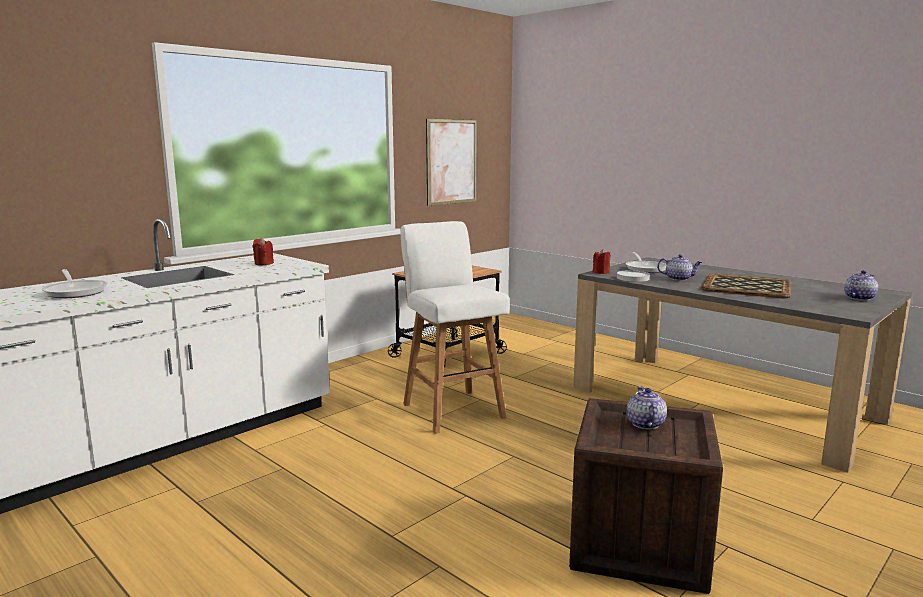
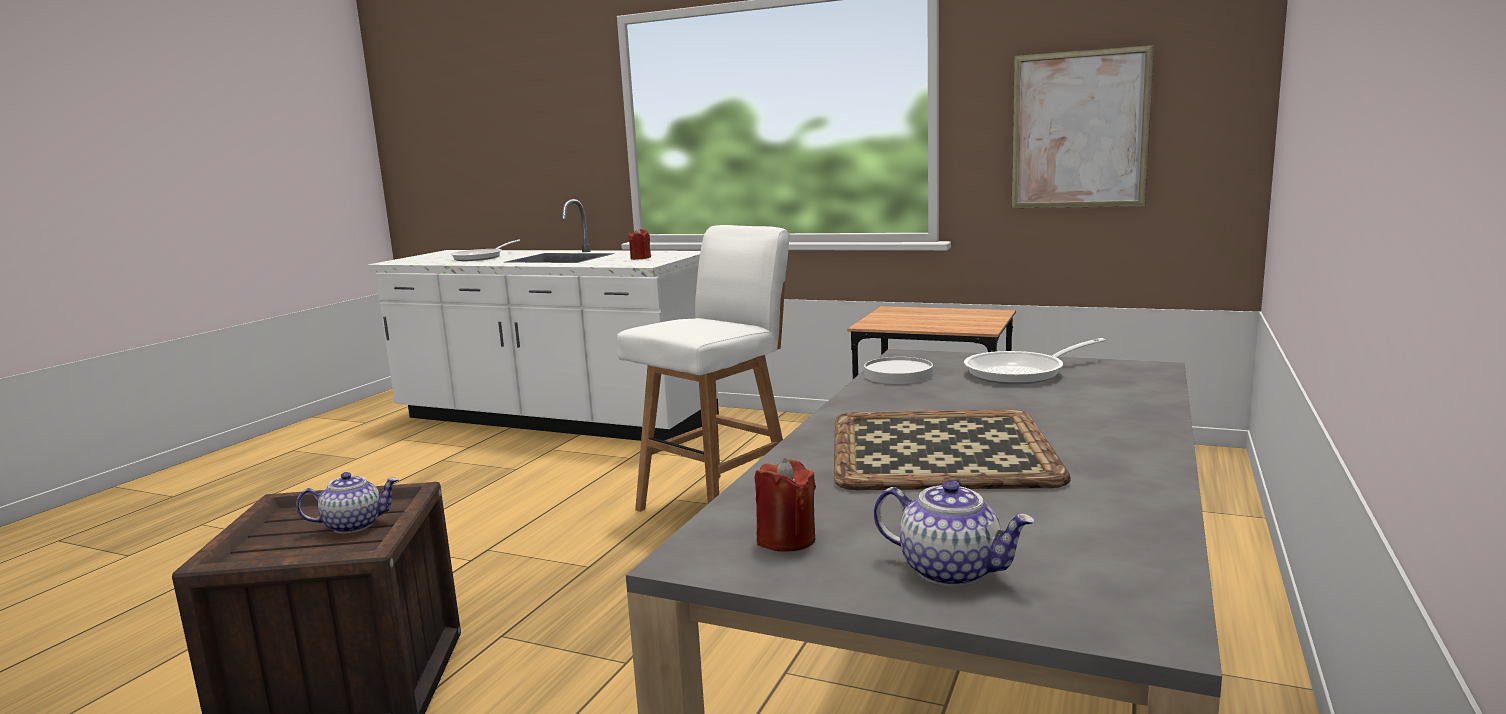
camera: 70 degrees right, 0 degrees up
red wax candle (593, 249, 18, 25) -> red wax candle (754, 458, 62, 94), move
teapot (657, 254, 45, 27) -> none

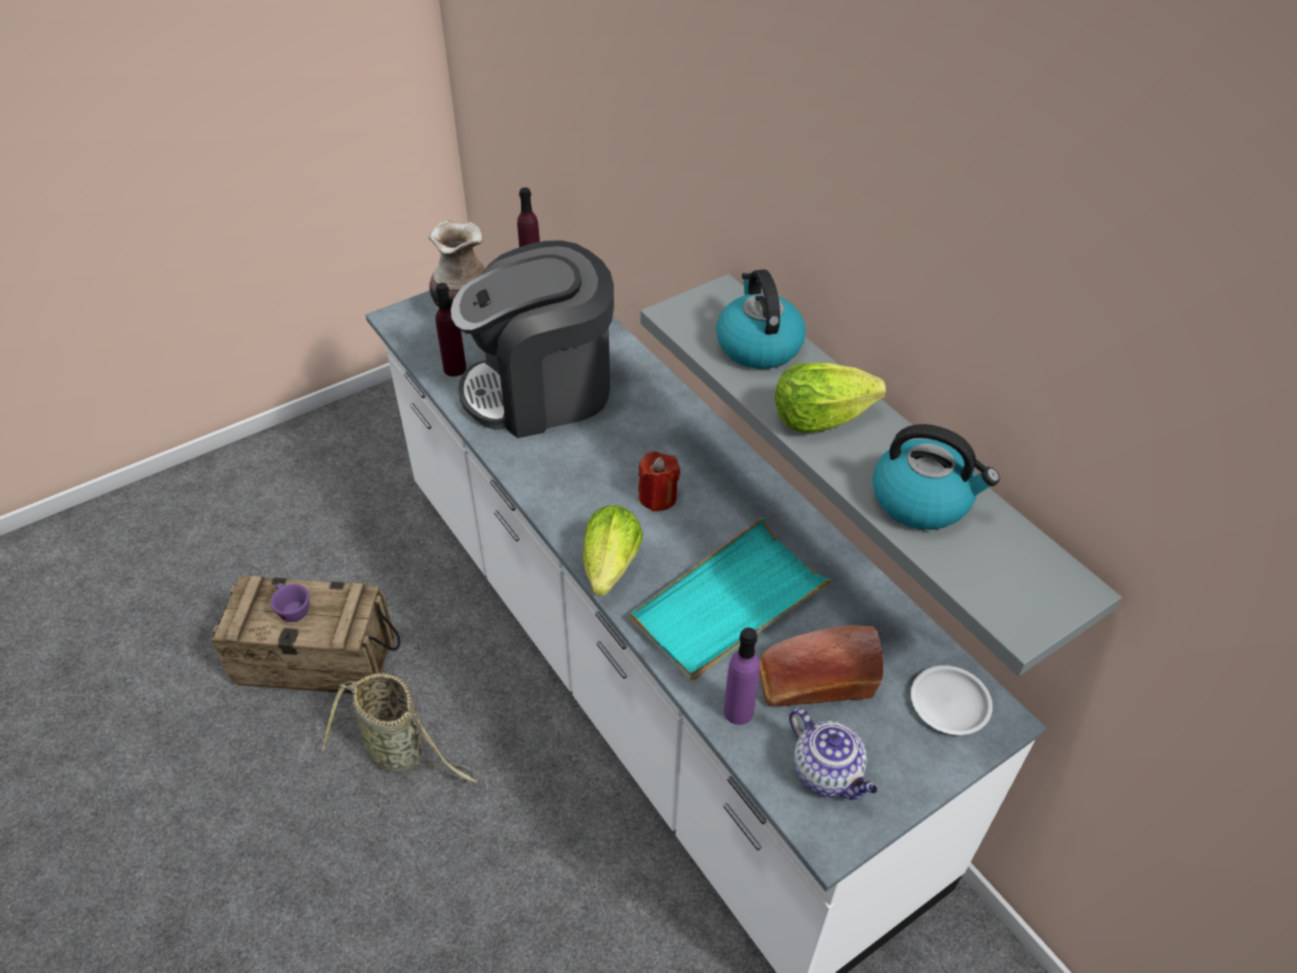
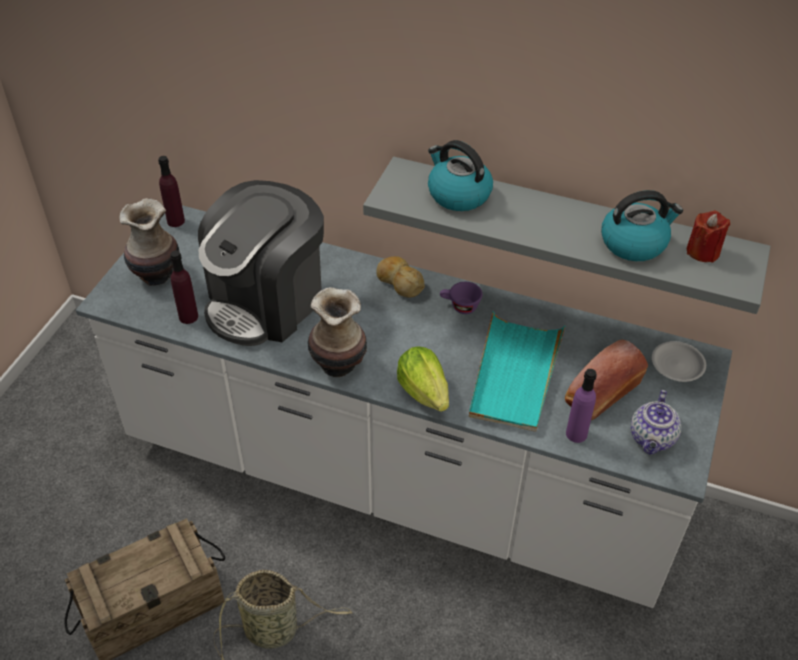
camera: 35 degrees left, 0 degrees up
purplish cup (271, 583, 38, 39) -> purplish cup (440, 282, 42, 32), move
red wax candle (638, 451, 42, 60) -> red wax candle (687, 210, 43, 53), move
lettuce (775, 363, 111, 70) -> none
teapot (789, 708, 89, 92) -> teapot (631, 390, 51, 65), 90 degrees clockwise
none -> flower vase (308, 287, 59, 90)
none -> bakery bread (376, 256, 49, 42)

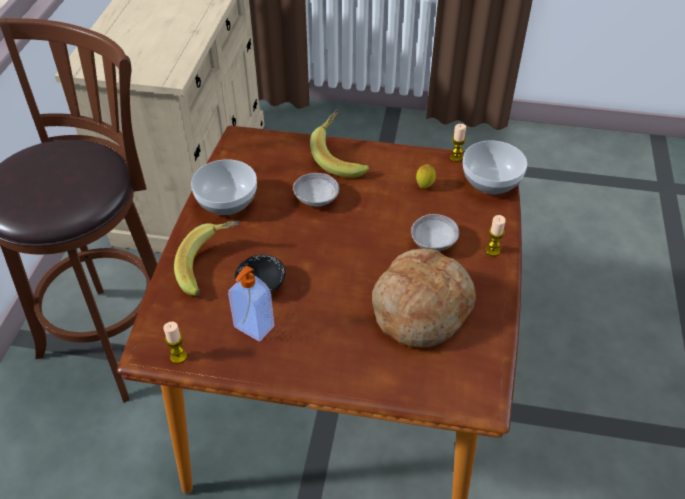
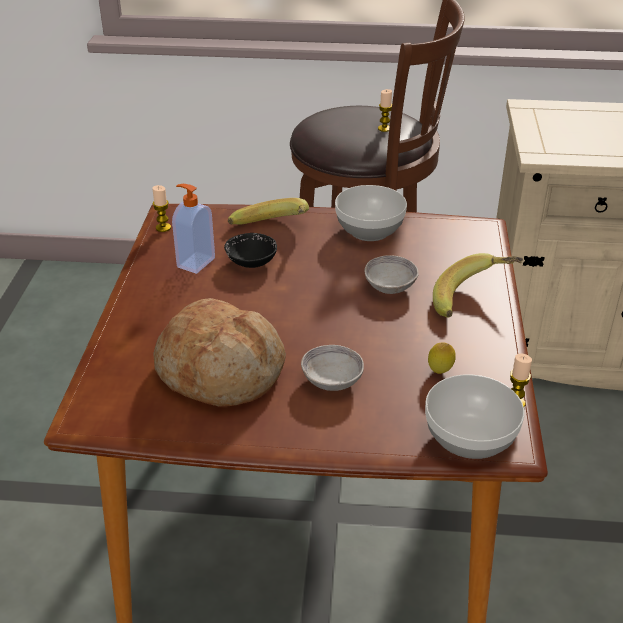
camera: 85 degrees right, 10 degrees down
wax candle (485, 215, 21, 41) -> wax candle (378, 89, 14, 43), move

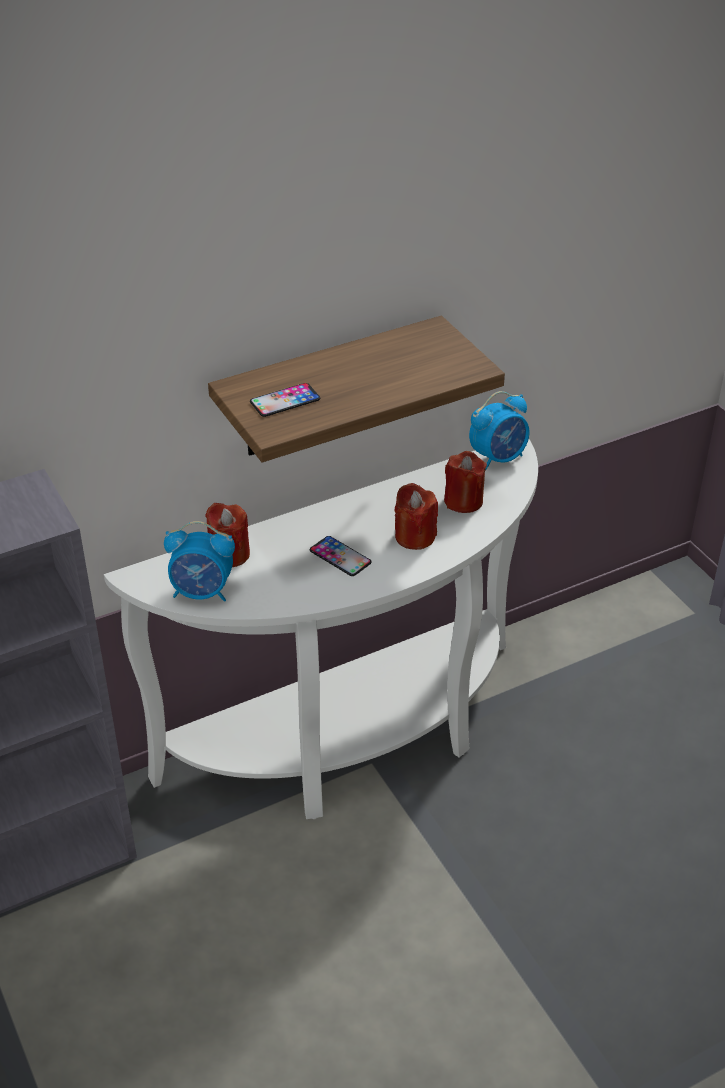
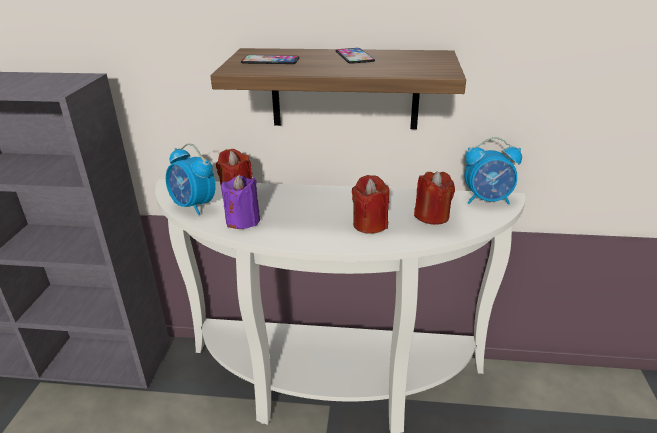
camera: 35 degrees right, 10 degrees down
phone (310, 536, 62, 40) -> phone (335, 48, 40, 16), move
none -> purplish wax candle (221, 174, 39, 55)

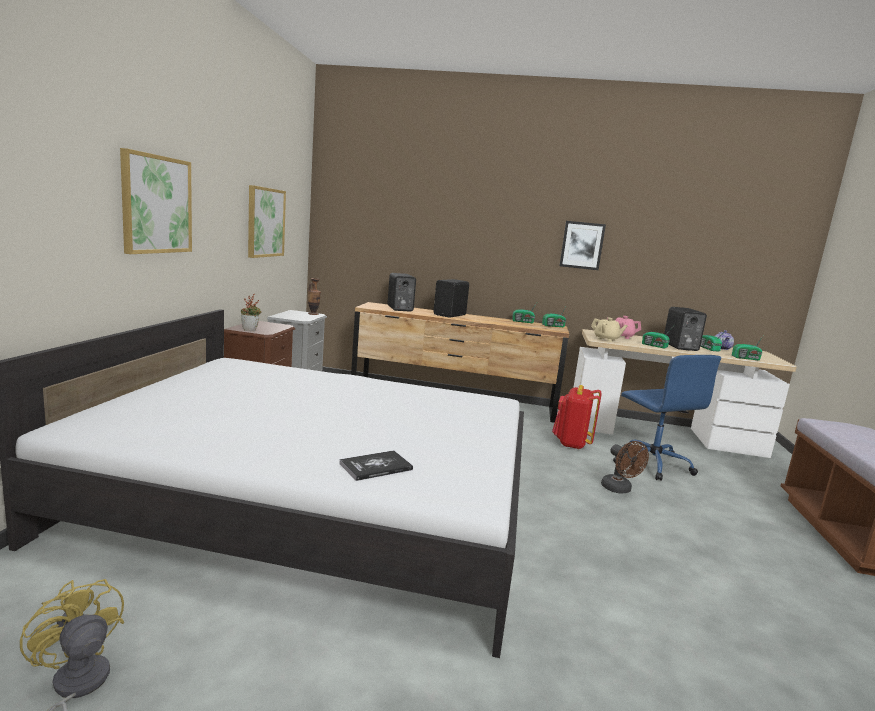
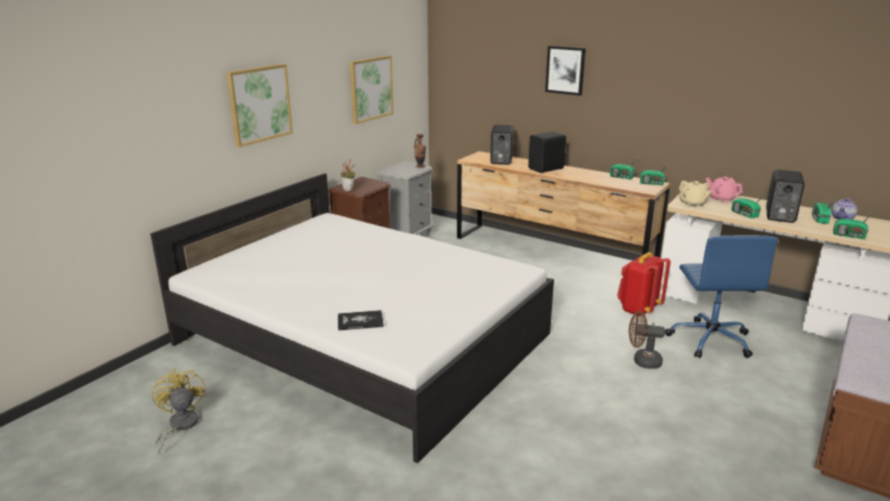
camera: 25 degrees right, 10 degrees up
wall picture (560, 221, 46, 49) -> wall picture (545, 46, 41, 50), move
brown-coloured electric fan (601, 441, 48, 53) -> brown-coloured electric fan (629, 311, 36, 58), 105 degrees clockwise

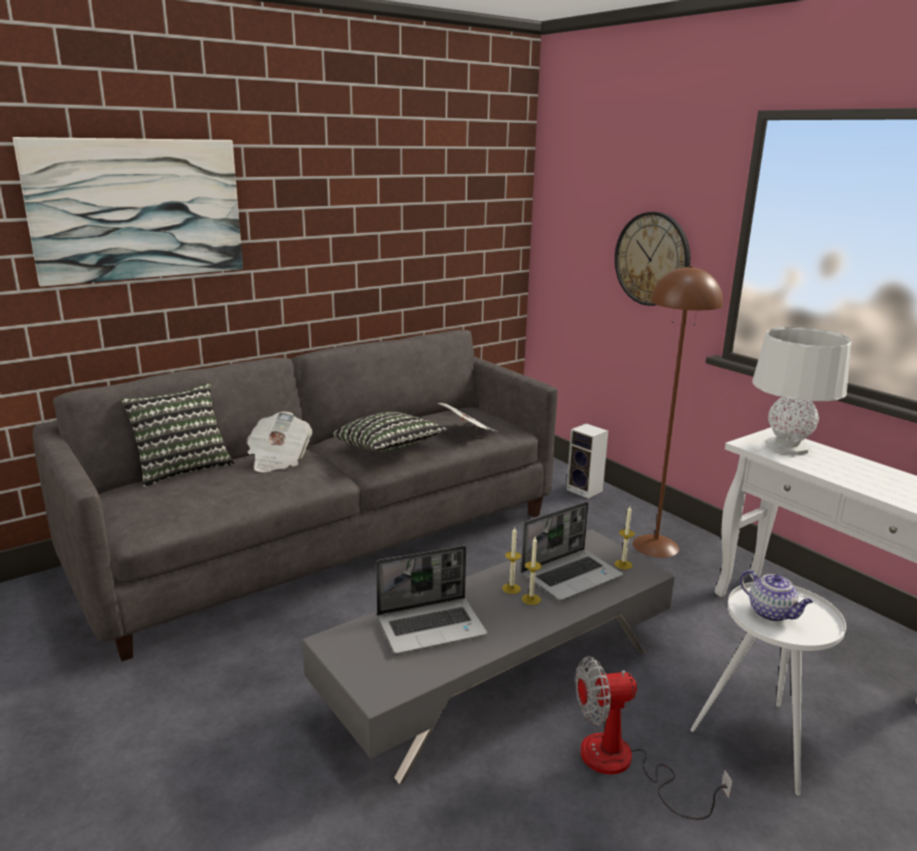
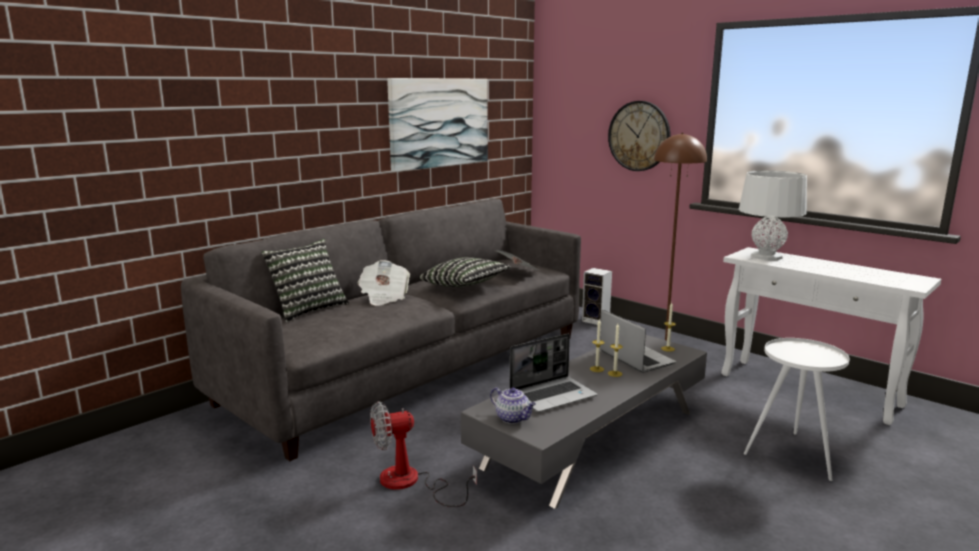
camera: 10 degrees left, 5 degrees down
wall picture (13, 137, 230, 150) -> wall picture (387, 78, 101, 94), move
portable computer (521, 502, 102, 99) -> portable computer (600, 310, 76, 63), 75 degrees counterclockwise
electric fan (576, 656, 157, 164) -> electric fan (370, 401, 107, 106), move
teapot (740, 570, 73, 51) -> teapot (490, 387, 46, 37), move

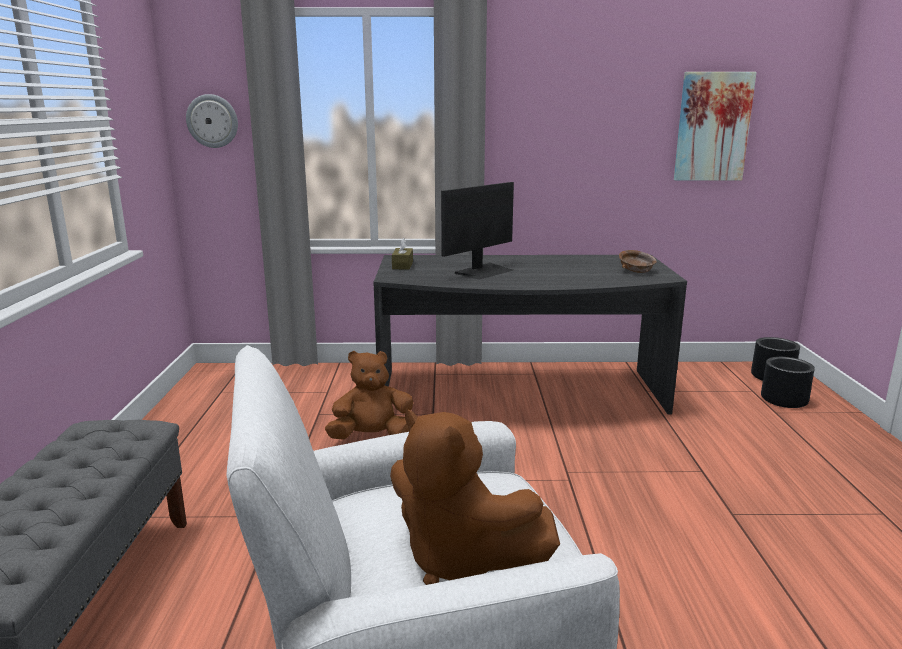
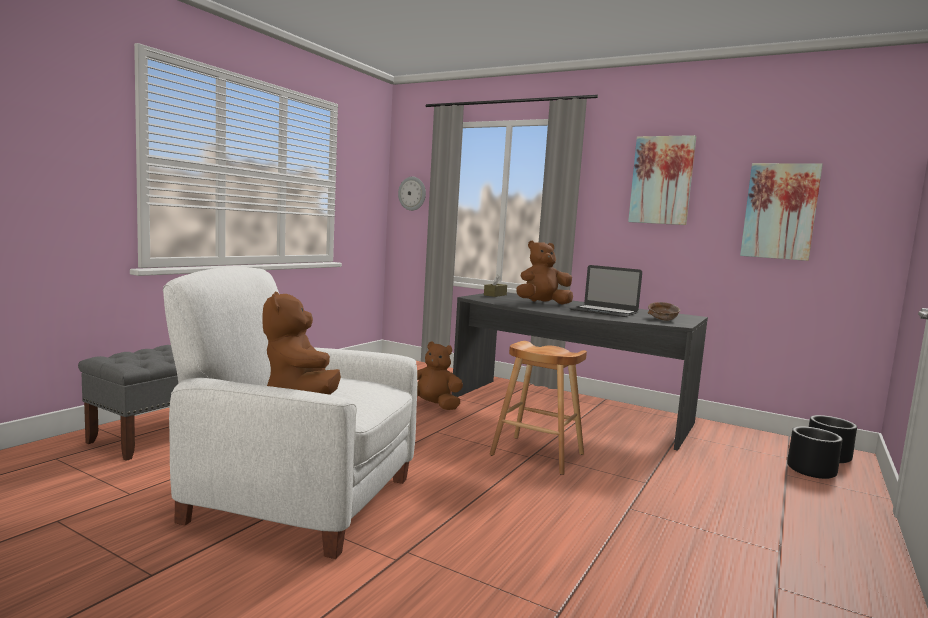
camera: 30 degrees right, 10 degrees down
monitor (441, 182, 73, 98) -> brown-coloured plush toy (516, 241, 57, 64)
none -> brown-coloured sitting stool (489, 341, 98, 134)
none -> portable computer (570, 265, 72, 52)
none -> wall picture (628, 135, 69, 90)

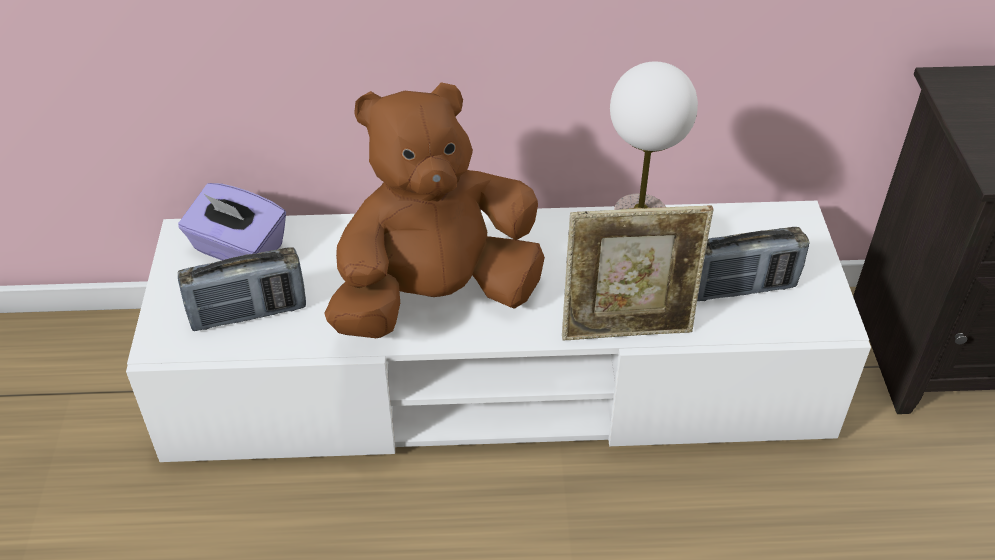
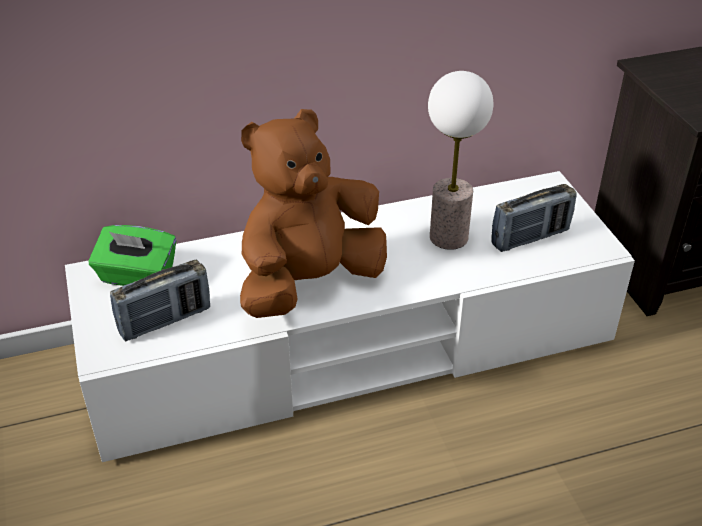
camera: 15 degrees left, 5 degrees down
purplish tissue box (178, 183, 108, 77) -> green tissue box (88, 225, 88, 61)
standing frame (562, 205, 151, 135) -> none

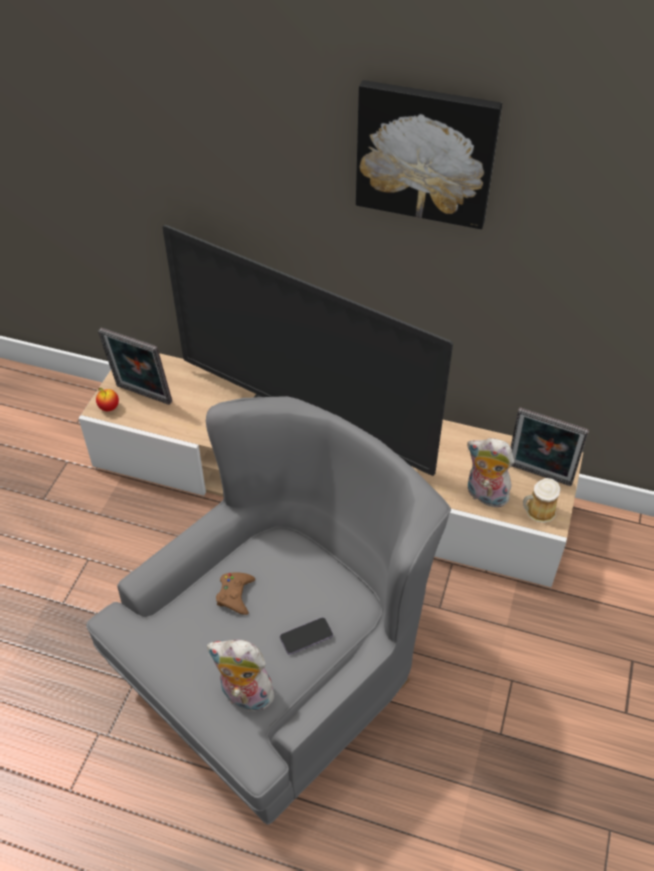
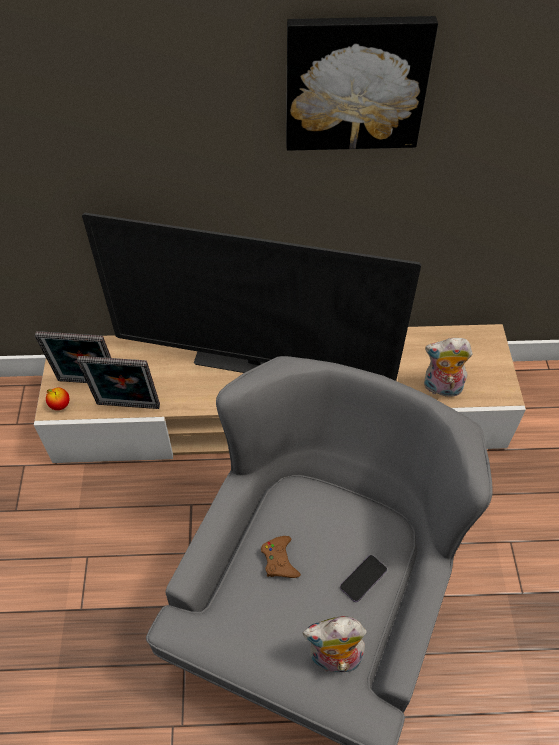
camera: 20 degrees left, 5 degrees up
standing frame (511, 407, 78, 79) -> standing frame (77, 356, 83, 53), move
coffee mug (523, 478, 38, 45) -> none

